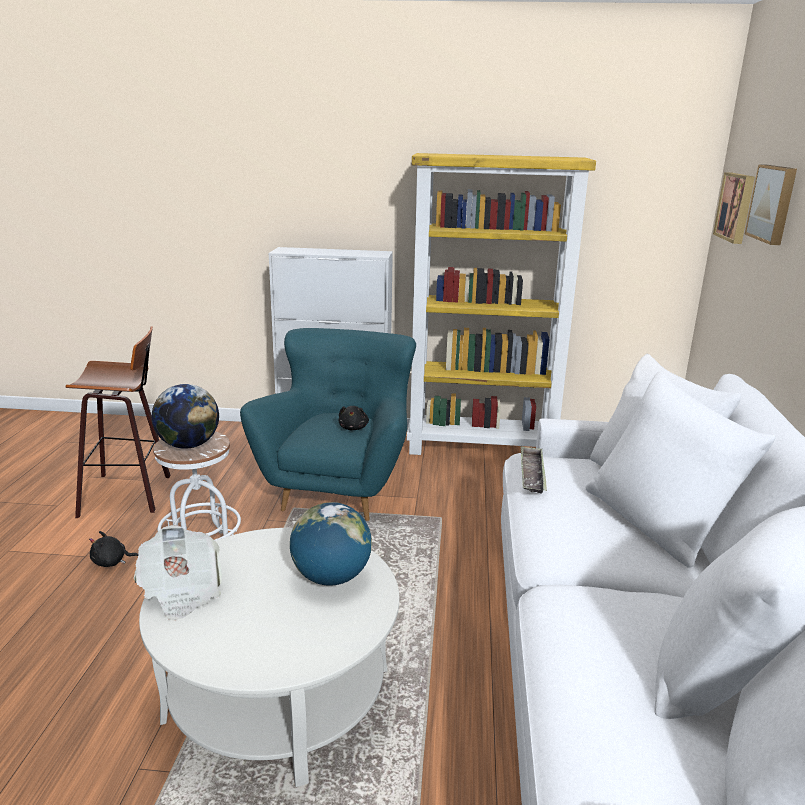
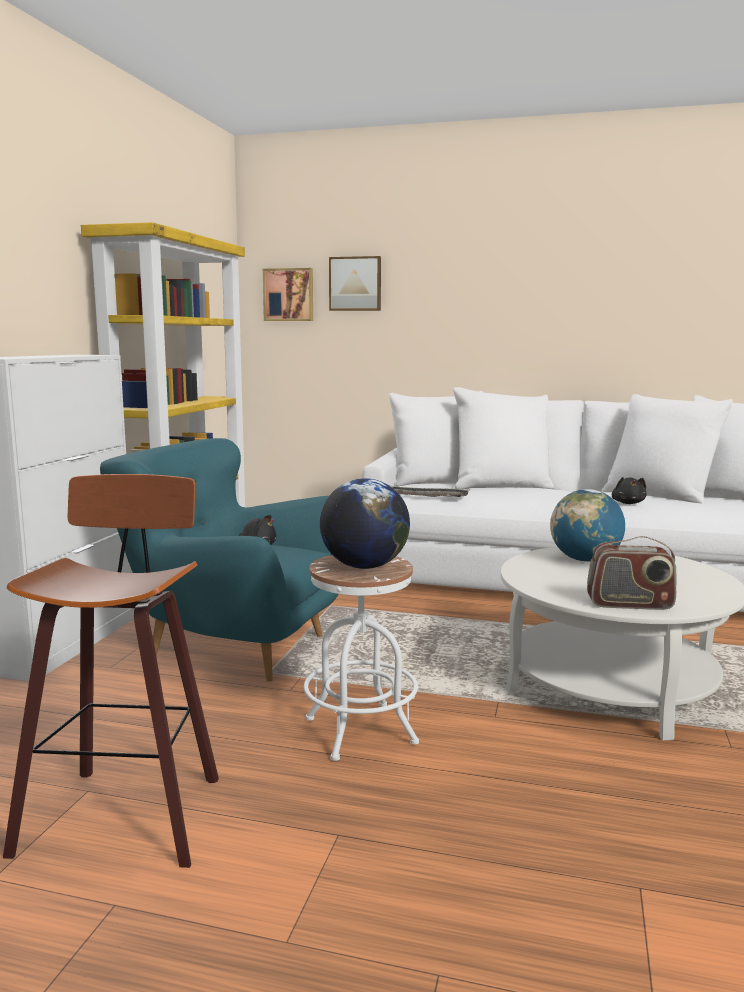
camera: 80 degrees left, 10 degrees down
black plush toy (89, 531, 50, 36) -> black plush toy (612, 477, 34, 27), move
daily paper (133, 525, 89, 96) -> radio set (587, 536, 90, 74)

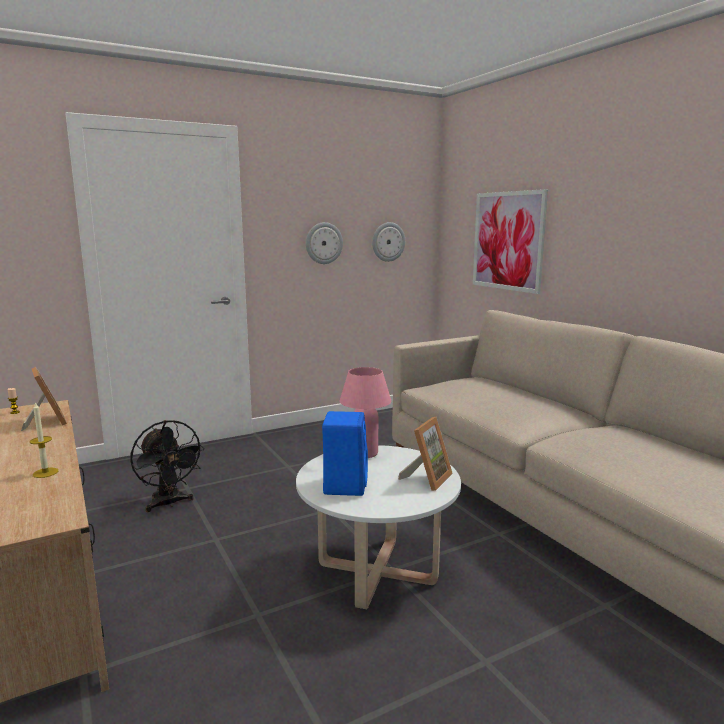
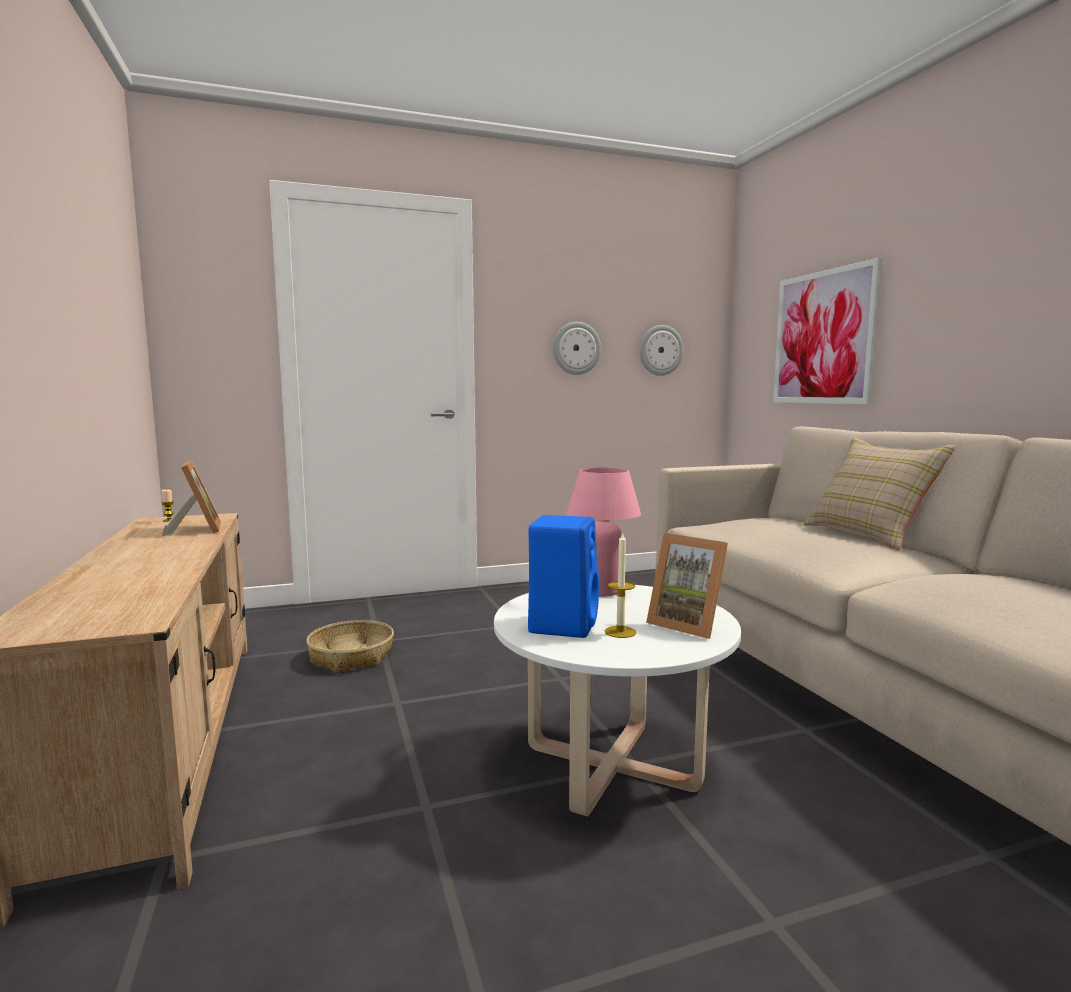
camera: 10 degrees right, 5 degrees down
wax candle (30, 402, 28, 76) -> wax candle (605, 531, 31, 107), move
black electric fan (131, 420, 73, 92) -> basket (306, 620, 88, 53)
standing frame (398, 417, 55, 74) -> standing frame (646, 533, 82, 106), 90 degrees clockwise
none -> sand-coloured cushion (804, 438, 152, 113)

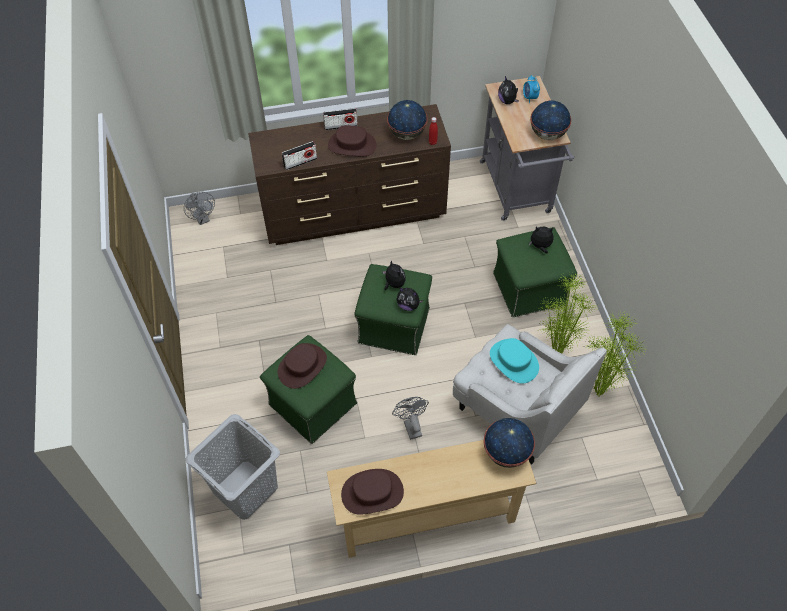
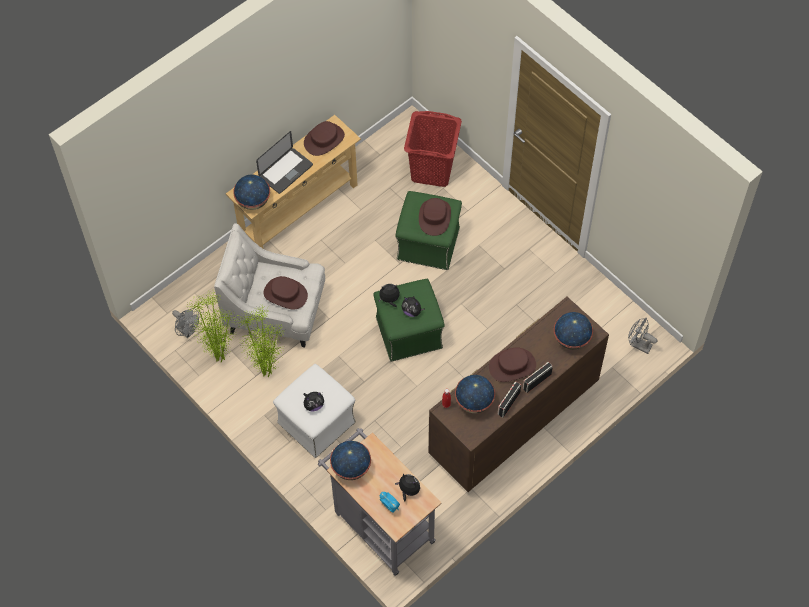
camera: 150 degrees right, 5 degrees up
gray laundry basket (185, 414, 95, 106) -> red laundry basket (404, 111, 58, 76)
radio set (282, 141, 35, 29) -> radio set (498, 381, 23, 37), move
gray electric fan (392, 397, 37, 43) -> gray electric fan (172, 308, 27, 30), move
turquoise-coloured clothing hat (490, 338, 49, 45) -> brown-coloured clothing hat (264, 276, 44, 34)
green pouffe (493, 227, 84, 90) -> white pouffe (273, 364, 83, 94)
none -> portable computer (256, 131, 57, 63)
none -> world globe (554, 312, 39, 38)

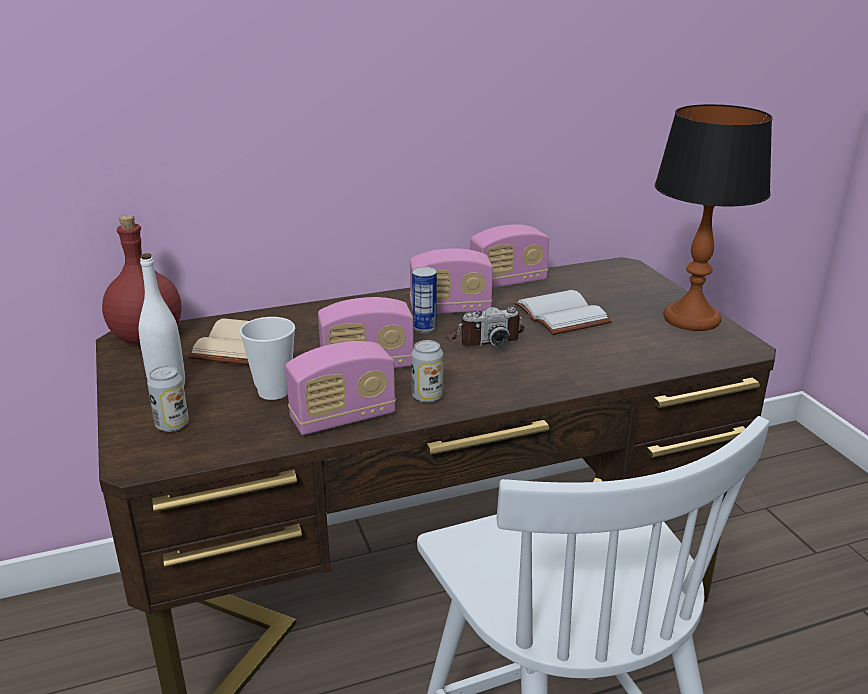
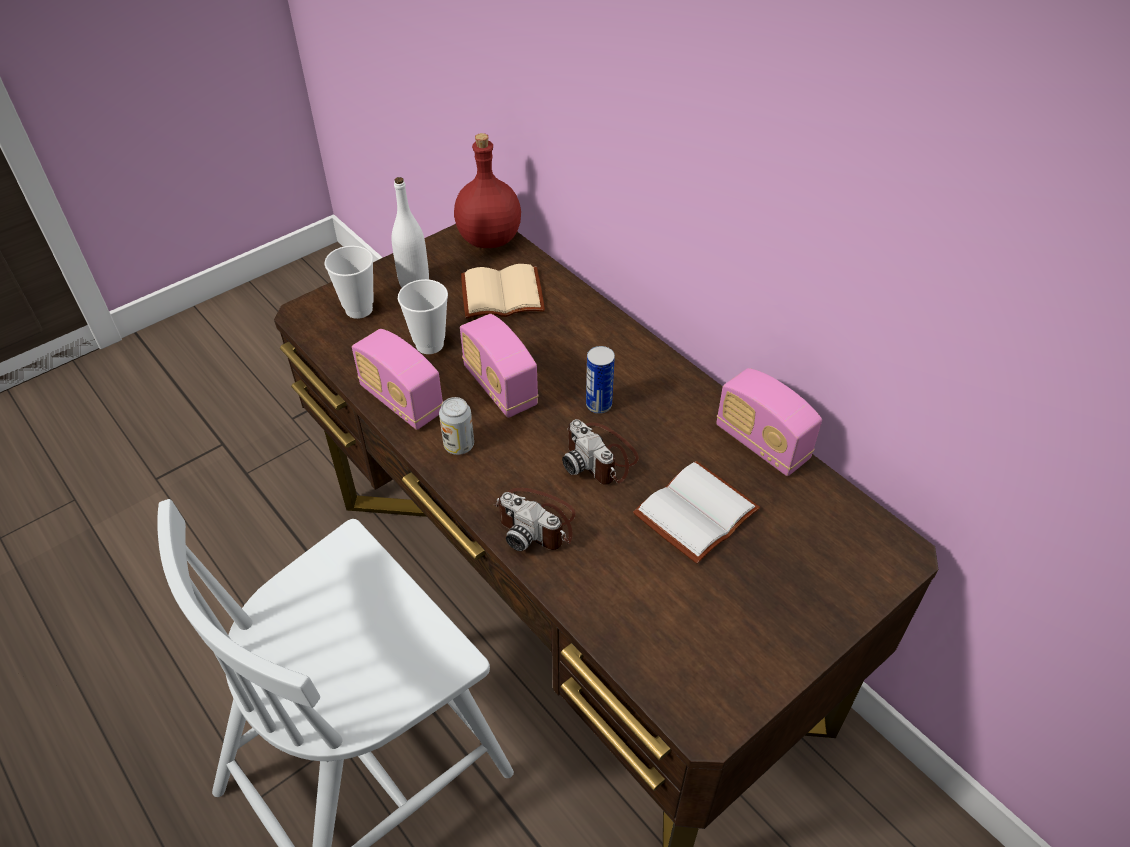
camera: 70 degrees right, 20 degrees up
sealed can (147, 366, 42, 66) -> cup (324, 246, 49, 73)
radio set (410, 249, 83, 65) -> none
tabletop lamp (655, 104, 118, 227) -> none
none -> still camera (494, 488, 82, 63)

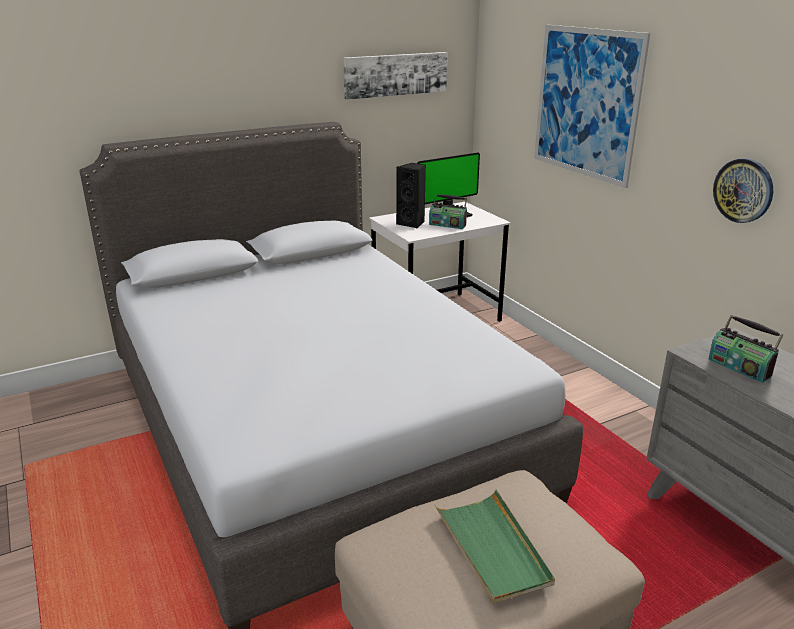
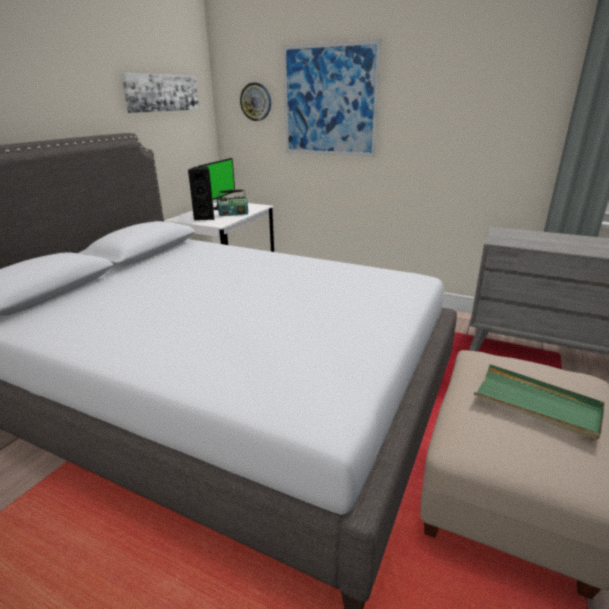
camera: 35 degrees left, 0 degrees up
radio set (708, 315, 75, 68) -> none
hanging clock (713, 158, 60, 65) -> hanging clock (240, 82, 31, 39), move

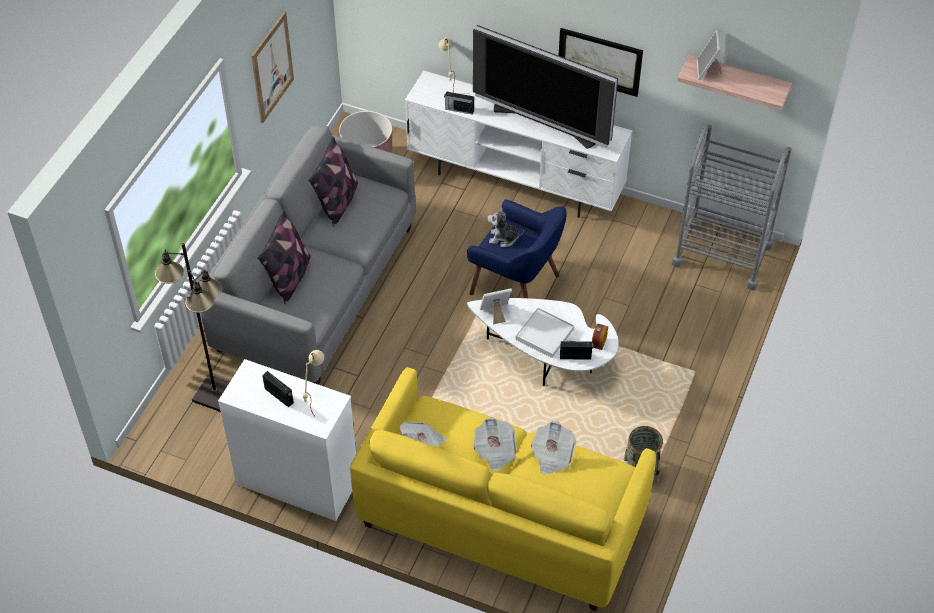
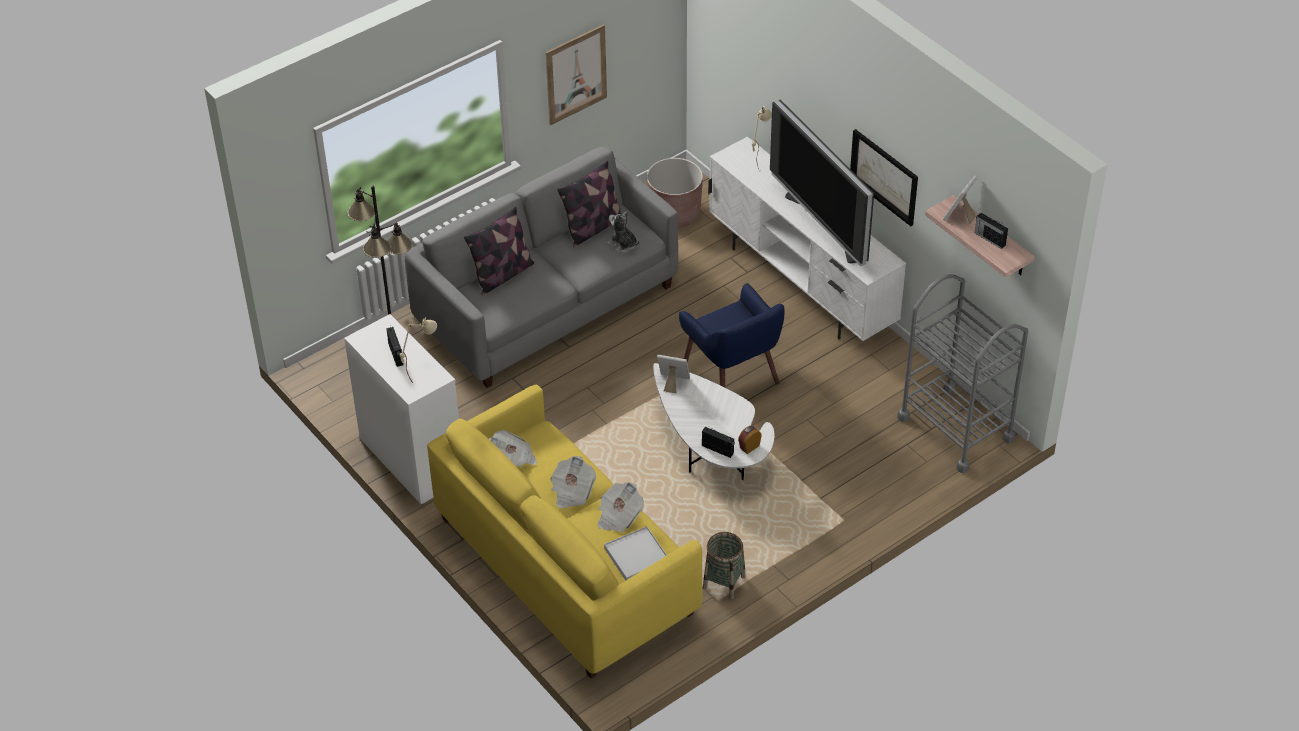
camera: 30 degrees right, 5 degrees down
radio set (444, 92, 30, 23) -> radio set (975, 213, 33, 36), move
plush toy (487, 207, 37, 40) -> plush toy (607, 211, 33, 42), move
white carrying tray (515, 308, 59, 50) -> white carrying tray (604, 526, 63, 55), move

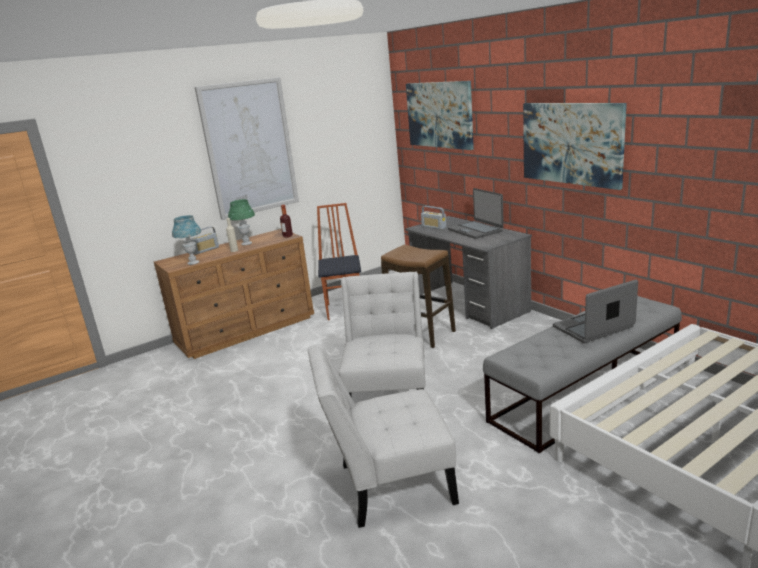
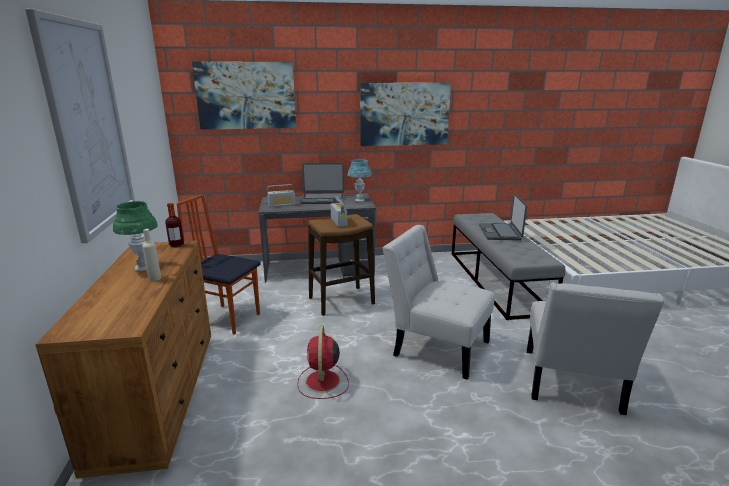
camera: 65 degrees left, 0 degrees up
blue-coloured tabletop lamp (172, 215, 29, 50) -> blue-coloured tabletop lamp (348, 159, 24, 43), move
radio set (191, 226, 28, 29) -> radio set (331, 197, 16, 30), move
none -> red electric fan (297, 326, 52, 73)

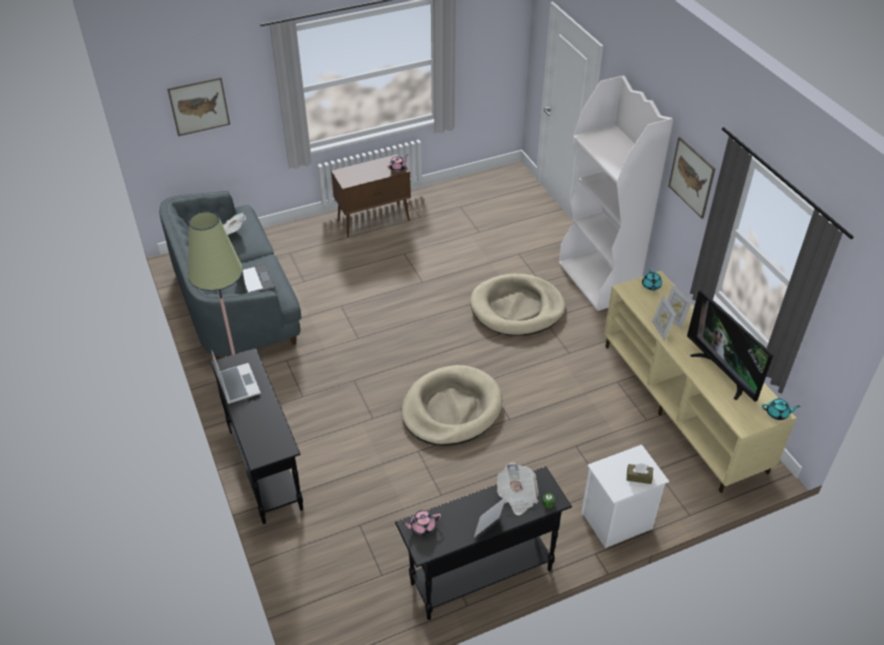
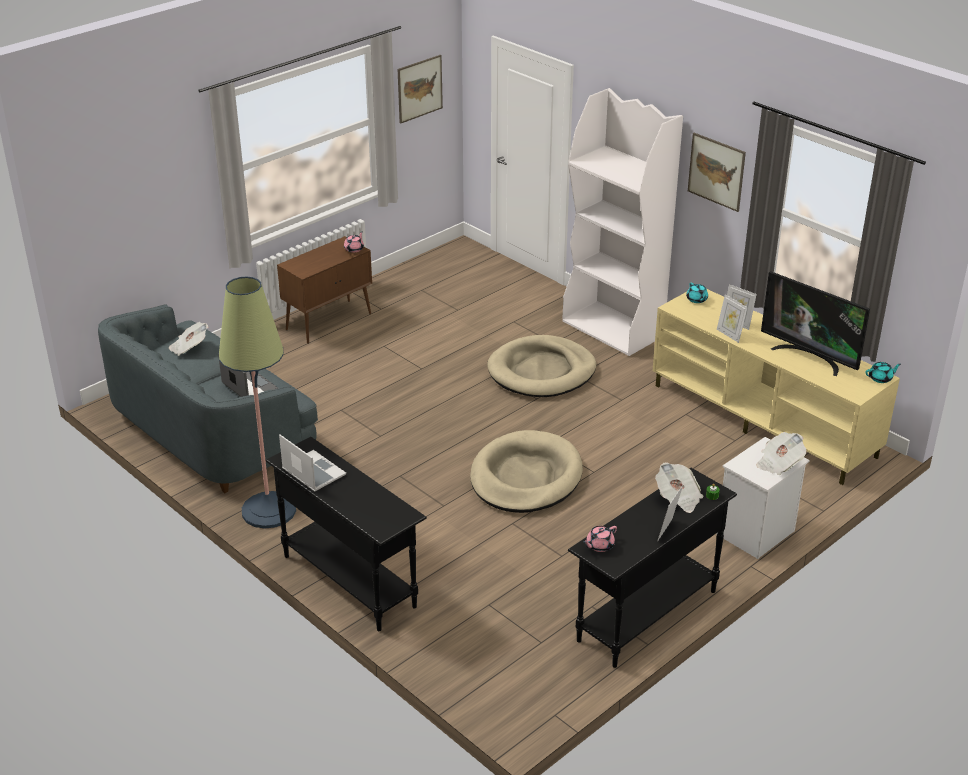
camera: 20 degrees left, 10 degrees down
wall picture (167, 77, 63, 59) -> wall picture (398, 55, 45, 69), move
brown-coloured tissue box (627, 463, 26, 21) -> daily paper (756, 432, 50, 43)

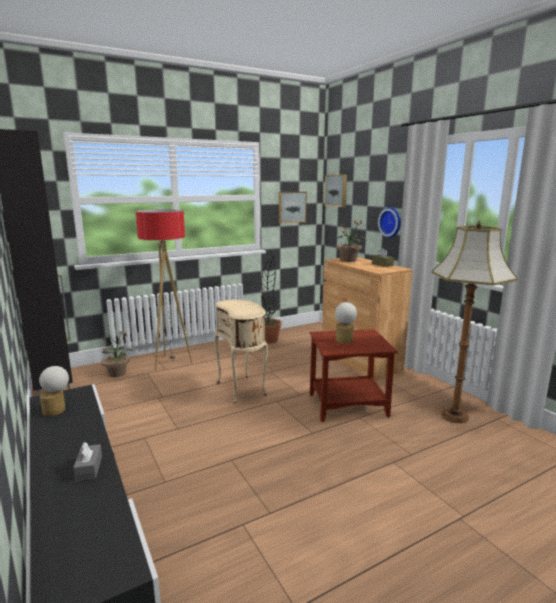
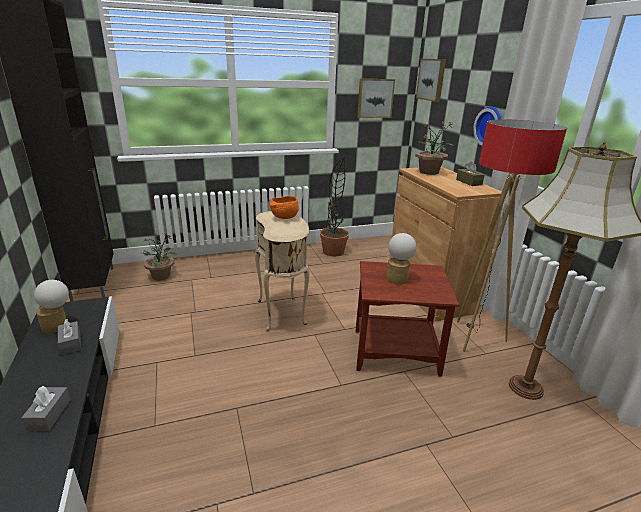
camera: 10 degrees right, 10 degrees up
standing lamp (136, 209, 56, 162) -> standing lamp (457, 119, 110, 233), move
none -> gray tissue box (58, 319, 24, 36)
none -> orangey serving bowl (270, 196, 29, 23)

